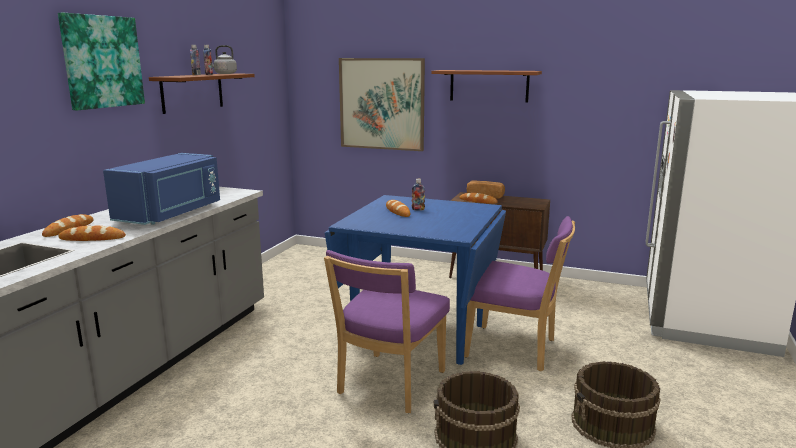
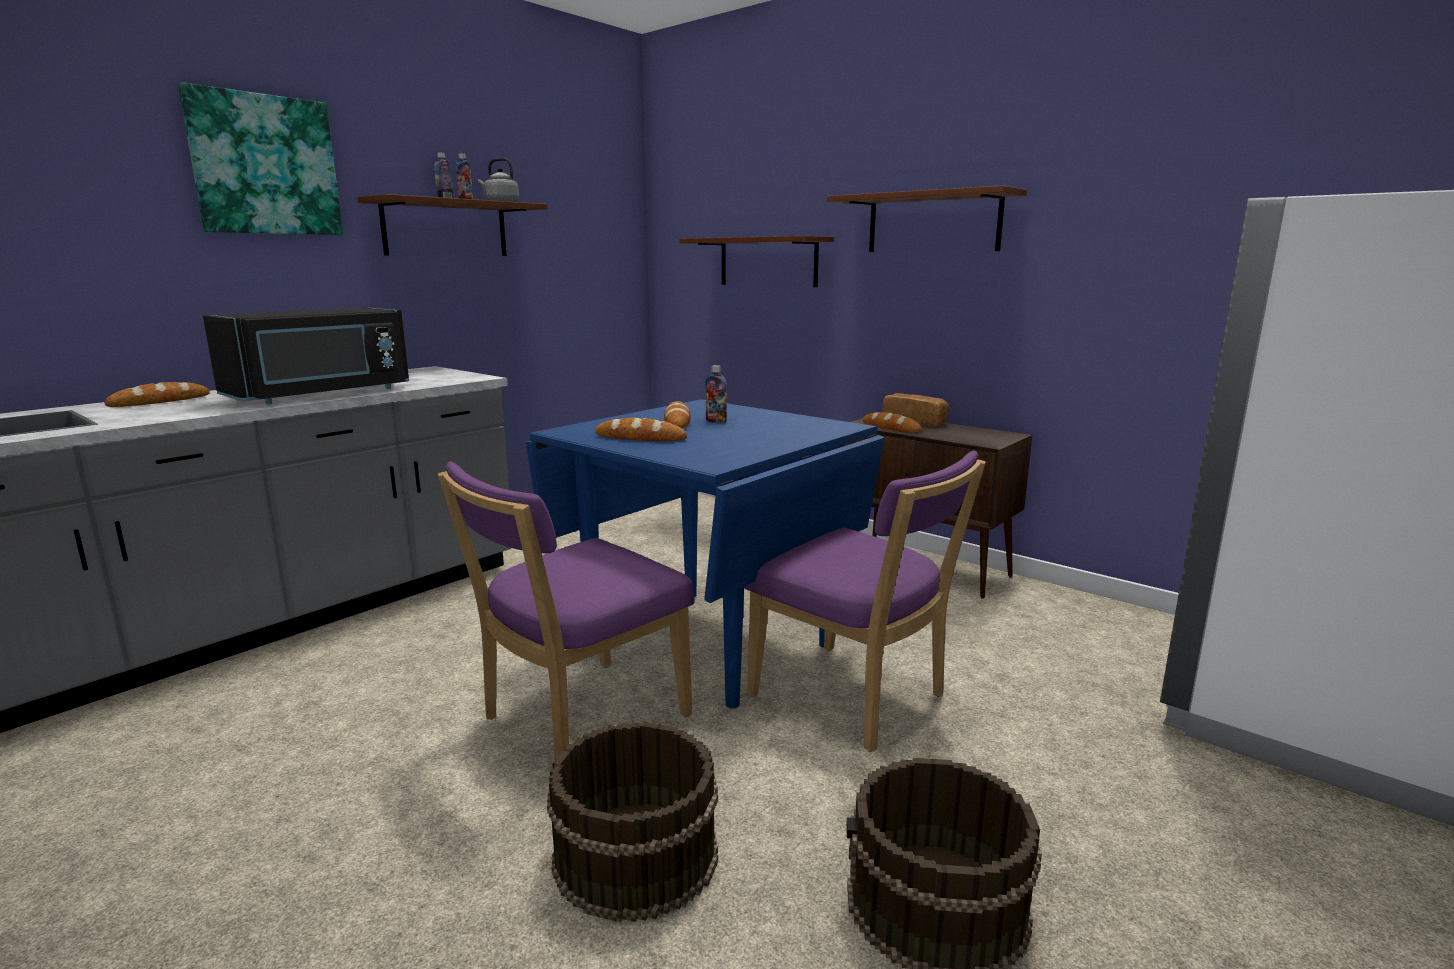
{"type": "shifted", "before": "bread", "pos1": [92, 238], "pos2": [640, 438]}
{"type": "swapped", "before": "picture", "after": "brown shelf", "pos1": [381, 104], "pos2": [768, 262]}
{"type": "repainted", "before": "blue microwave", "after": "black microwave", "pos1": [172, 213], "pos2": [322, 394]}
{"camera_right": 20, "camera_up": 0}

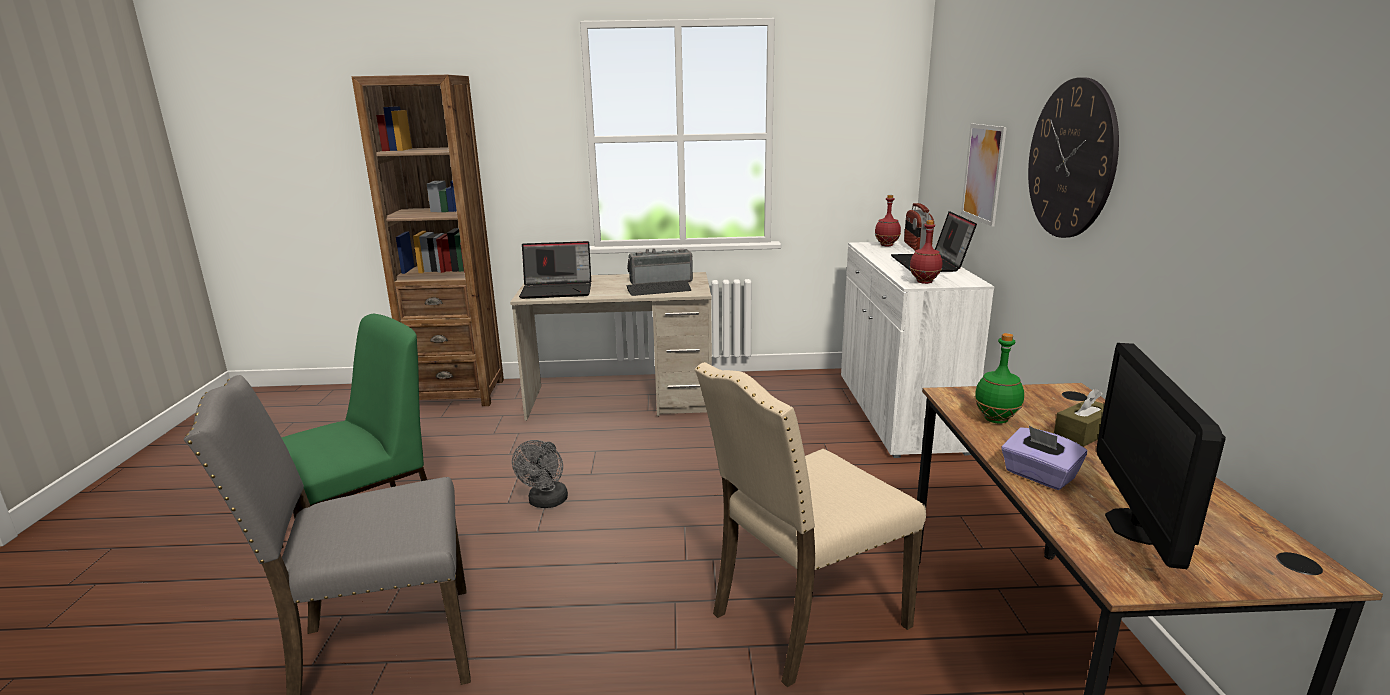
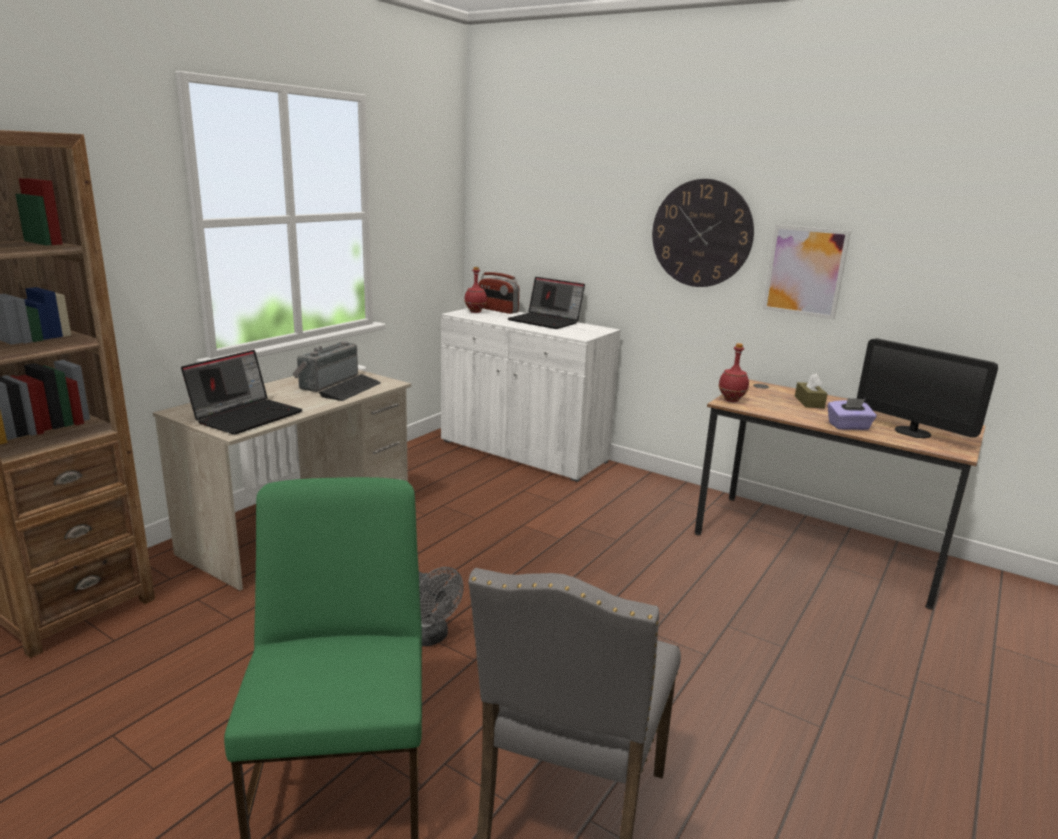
{"type": "gone", "before": "beige chair", "pos1": [804, 619]}
{"type": "gone", "before": "green bottle", "pos1": [996, 420]}
{"type": "shifted", "before": "red bottle", "pos1": [924, 282], "pos2": [731, 400]}
{"type": "shifted", "before": "picture", "pos1": [983, 173], "pos2": [805, 271]}
{"camera_right": -55, "camera_up": 0}

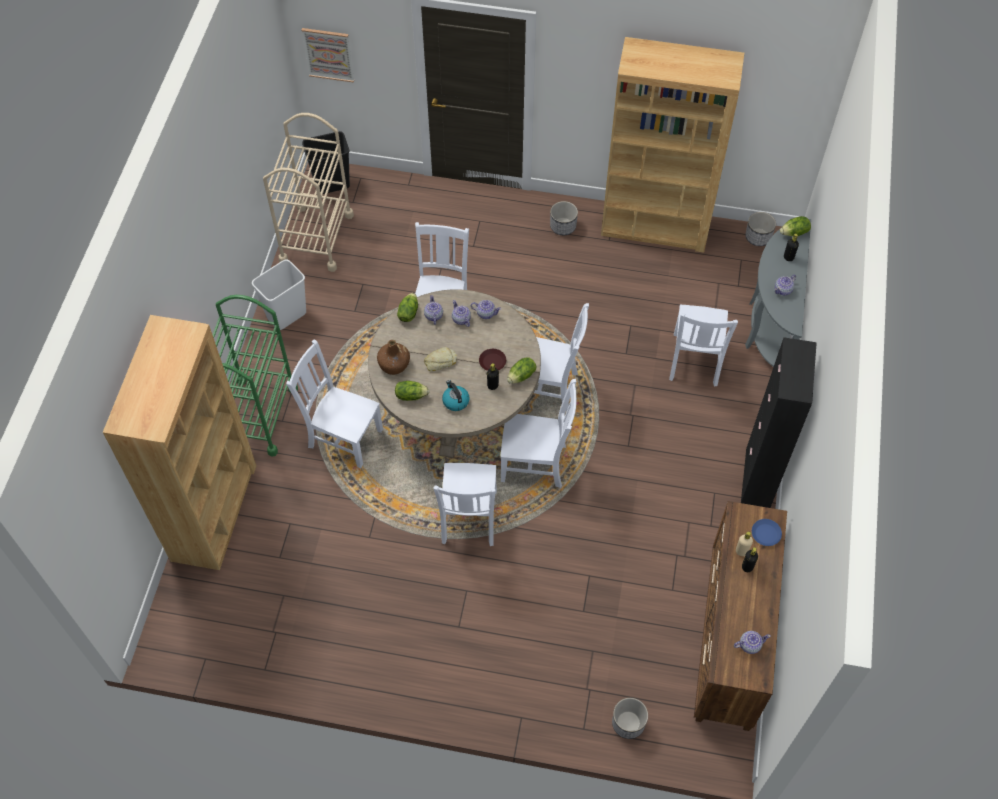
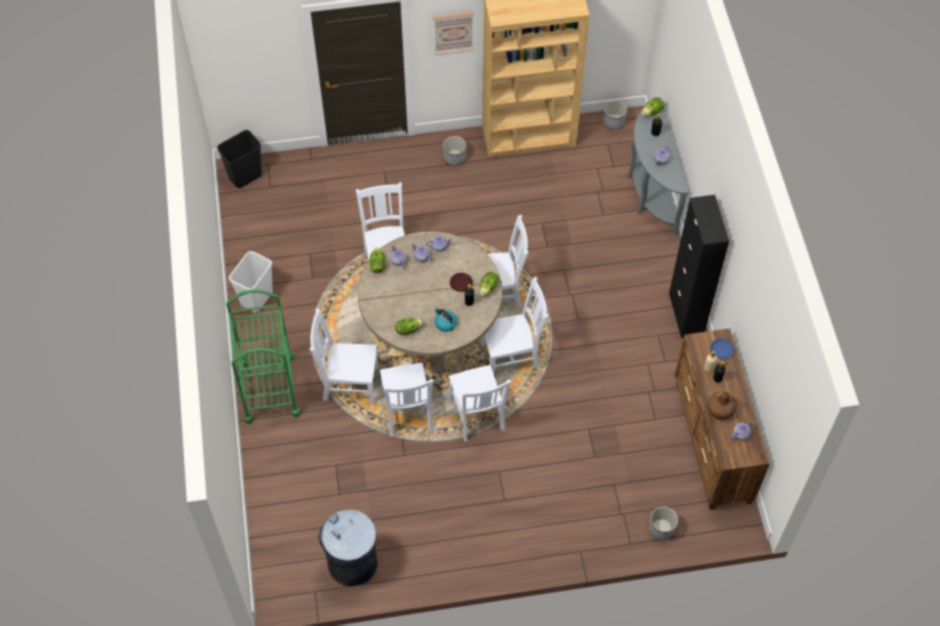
{"type": "gone", "before": "brown bookcase", "pos1": [214, 512]}
{"type": "gone", "before": "beige cart", "pos1": [316, 238]}
{"type": "gone", "before": "bread", "pos1": [440, 361]}
{"type": "new", "after": "grey trash can", "pos2": [352, 564]}
{"type": "shifted", "before": "picture", "pos1": [328, 54], "pos2": [453, 32]}
{"type": "shifted", "before": "brown bottle", "pos1": [394, 364], "pos2": [720, 410]}
{"type": "shifted", "before": "white chair", "pos1": [694, 361], "pos2": [407, 412]}
{"camera_right": -20, "camera_up": 0}

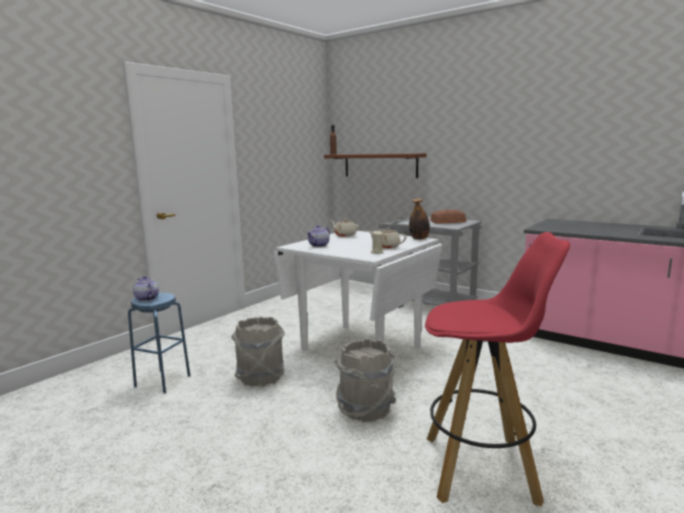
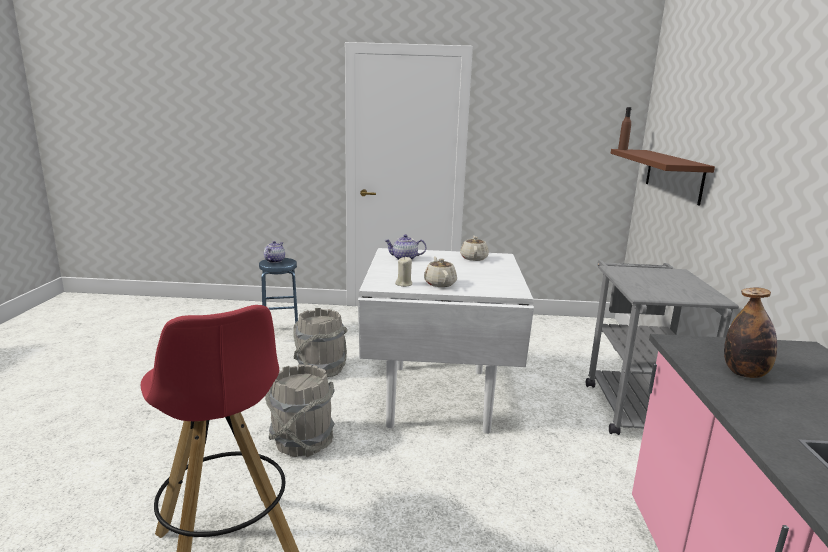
{"type": "gone", "before": "bread", "pos1": [447, 222]}
{"type": "shifted", "before": "bottle", "pos1": [419, 239], "pos2": [744, 373]}
{"camera_right": 55, "camera_up": 5}

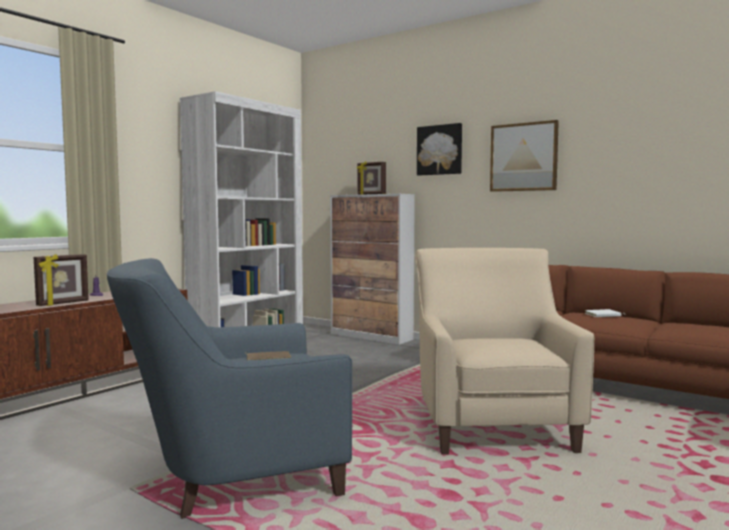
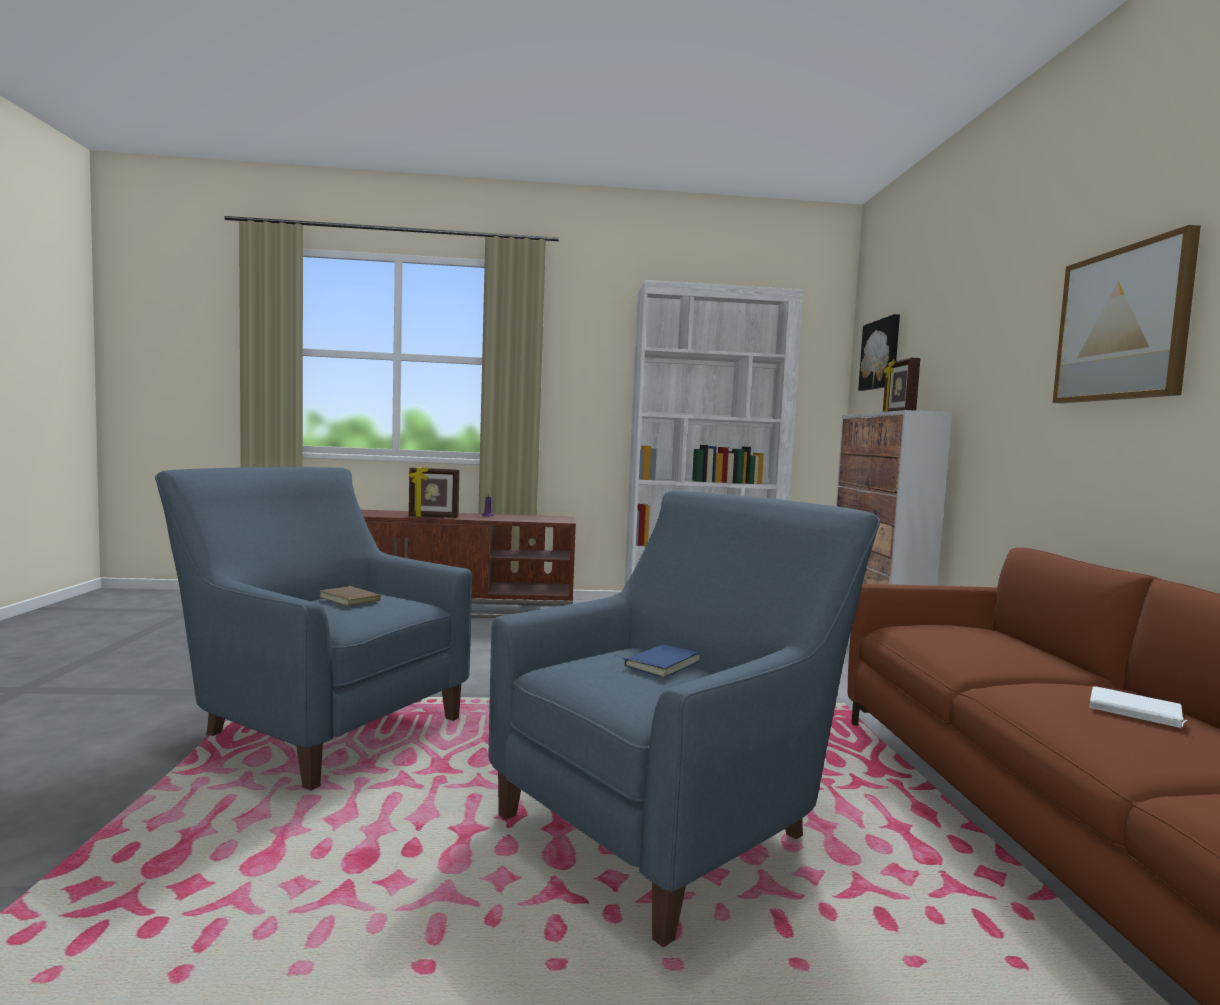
{"type": "new", "after": "blue book", "pos2": [660, 664]}
{"type": "shifted", "before": "picture", "pos1": [440, 150], "pos2": [881, 354]}
{"type": "repainted", "before": "beige armchair", "after": "blue armchair", "pos1": [491, 423], "pos2": [678, 821]}
{"camera_right": 50, "camera_up": 0}

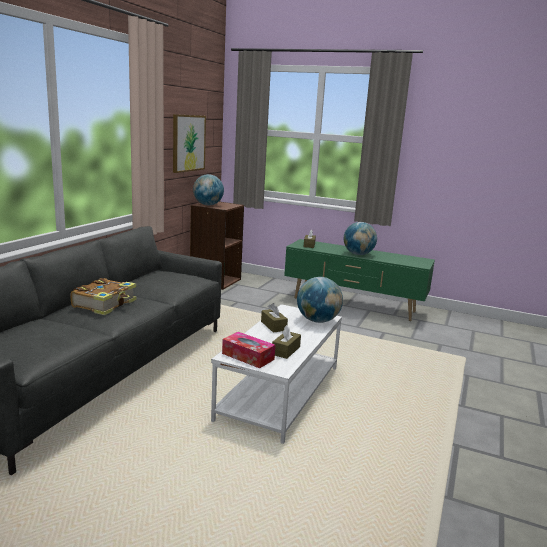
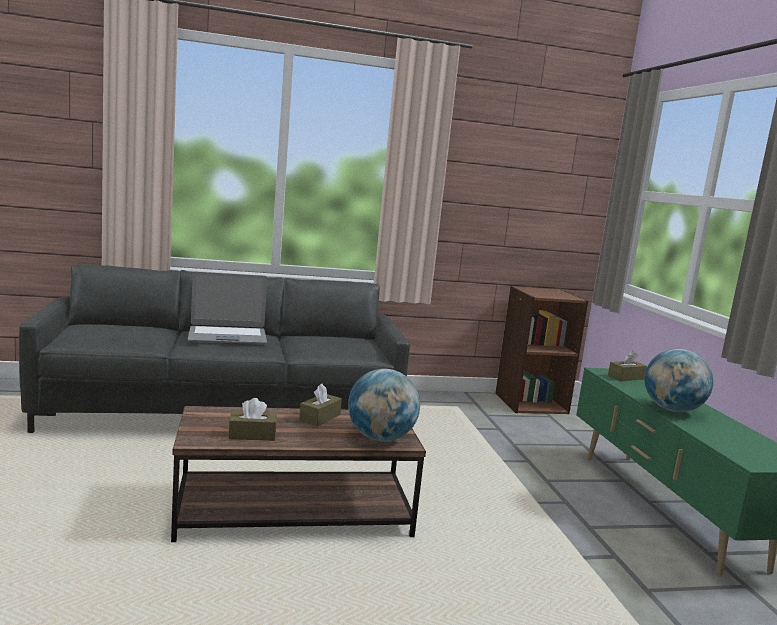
{"type": "gone", "before": "picture", "pos1": [188, 143]}
{"type": "gone", "before": "globe", "pos1": [208, 205]}
{"type": "gone", "before": "tissue box", "pos1": [248, 356]}
{"type": "swapped", "before": "book", "after": "laptop", "pos1": [105, 304], "pos2": [227, 336]}
{"type": "repainted", "before": "white coffee table", "after": "brown coffee table", "pos1": [279, 392], "pos2": [295, 512]}
{"camera_right": 55, "camera_up": -5}

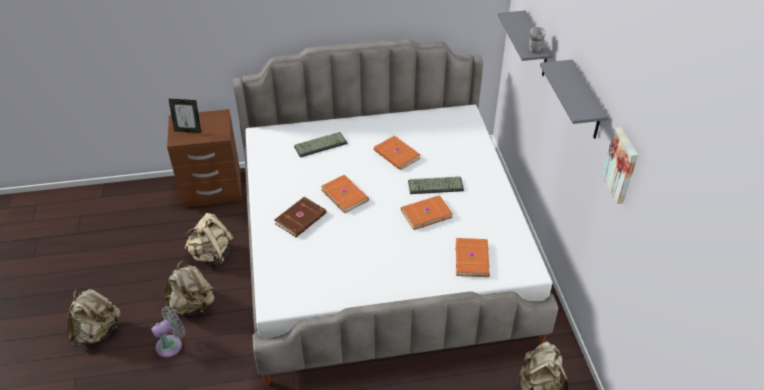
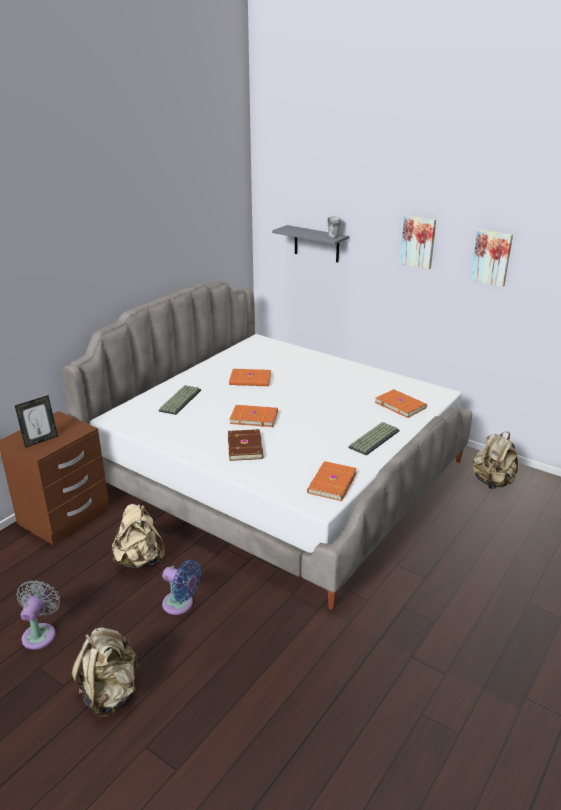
{"type": "shifted", "before": "grey fan", "pos1": [172, 344], "pos2": [40, 633]}
{"type": "shifted", "before": "orange book", "pos1": [425, 213], "pos2": [331, 483]}
{"type": "shifted", "before": "keyboard", "pos1": [436, 185], "pos2": [373, 438]}
{"type": "swapped", "before": "beige backpack", "after": "blue fan", "pos1": [193, 306], "pos2": [180, 604]}
{"type": "swapped", "before": "grey shelf", "after": "picture", "pos1": [586, 102], "pos2": [418, 241]}
{"camera_right": -45, "camera_up": -15}

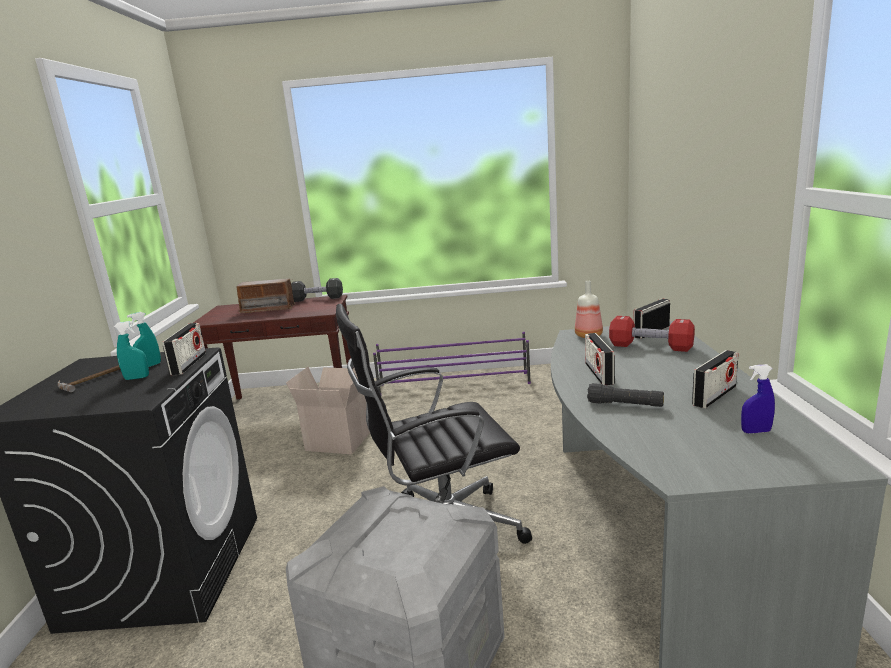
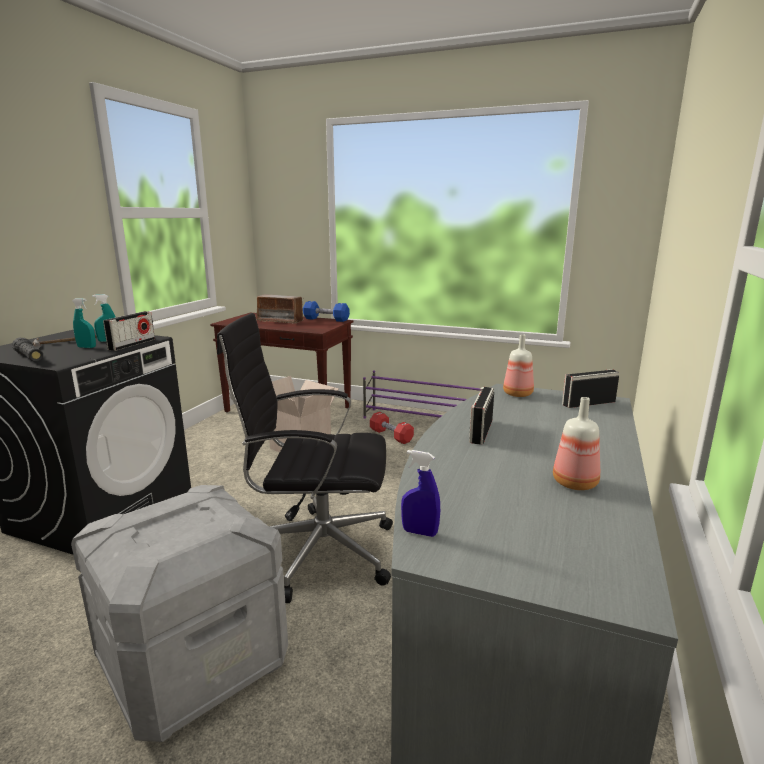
{"type": "shifted", "before": "black flashlight", "pos1": [625, 404], "pos2": [30, 357]}
{"type": "shifted", "before": "red dumbbell", "pos1": [650, 346], "pos2": [391, 436]}
{"type": "shifted", "before": "blue spray bottle", "pos1": [756, 431], "pos2": [419, 532]}
{"type": "swapped", "before": "radio", "after": "bottle", "pos1": [714, 396], "pos2": [575, 482]}
{"type": "repainted", "before": "black dumbbell", "after": "blue dumbbell", "pos1": [317, 299], "pos2": [326, 319]}
{"camera_right": 20, "camera_up": 0}

